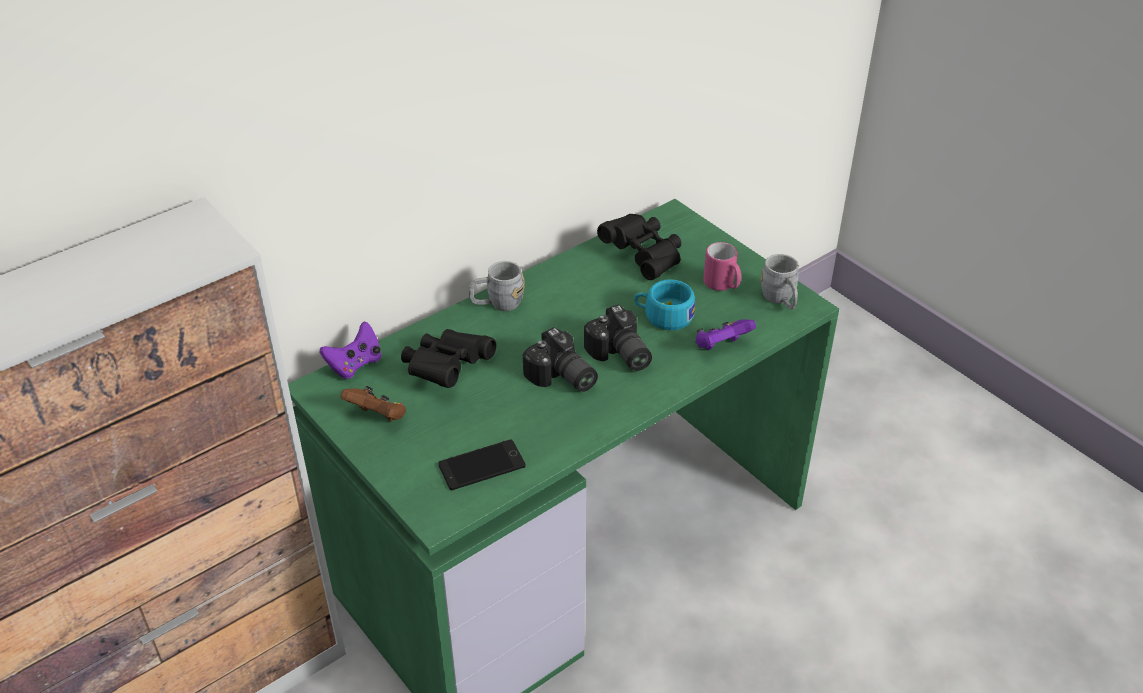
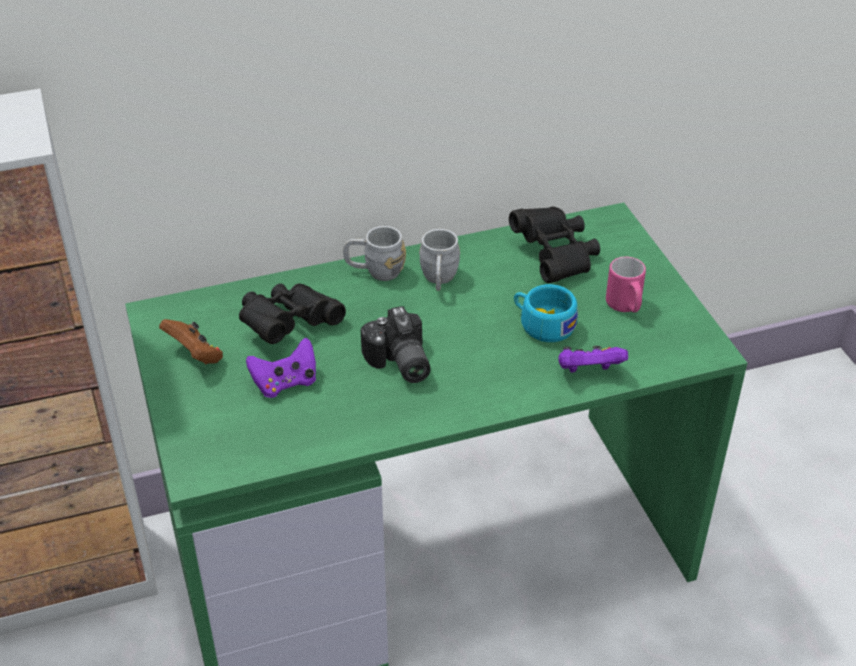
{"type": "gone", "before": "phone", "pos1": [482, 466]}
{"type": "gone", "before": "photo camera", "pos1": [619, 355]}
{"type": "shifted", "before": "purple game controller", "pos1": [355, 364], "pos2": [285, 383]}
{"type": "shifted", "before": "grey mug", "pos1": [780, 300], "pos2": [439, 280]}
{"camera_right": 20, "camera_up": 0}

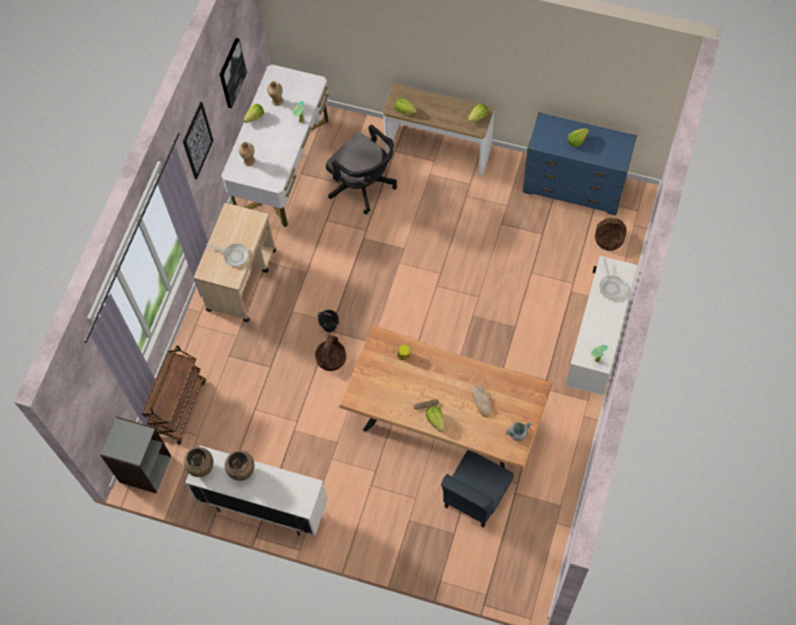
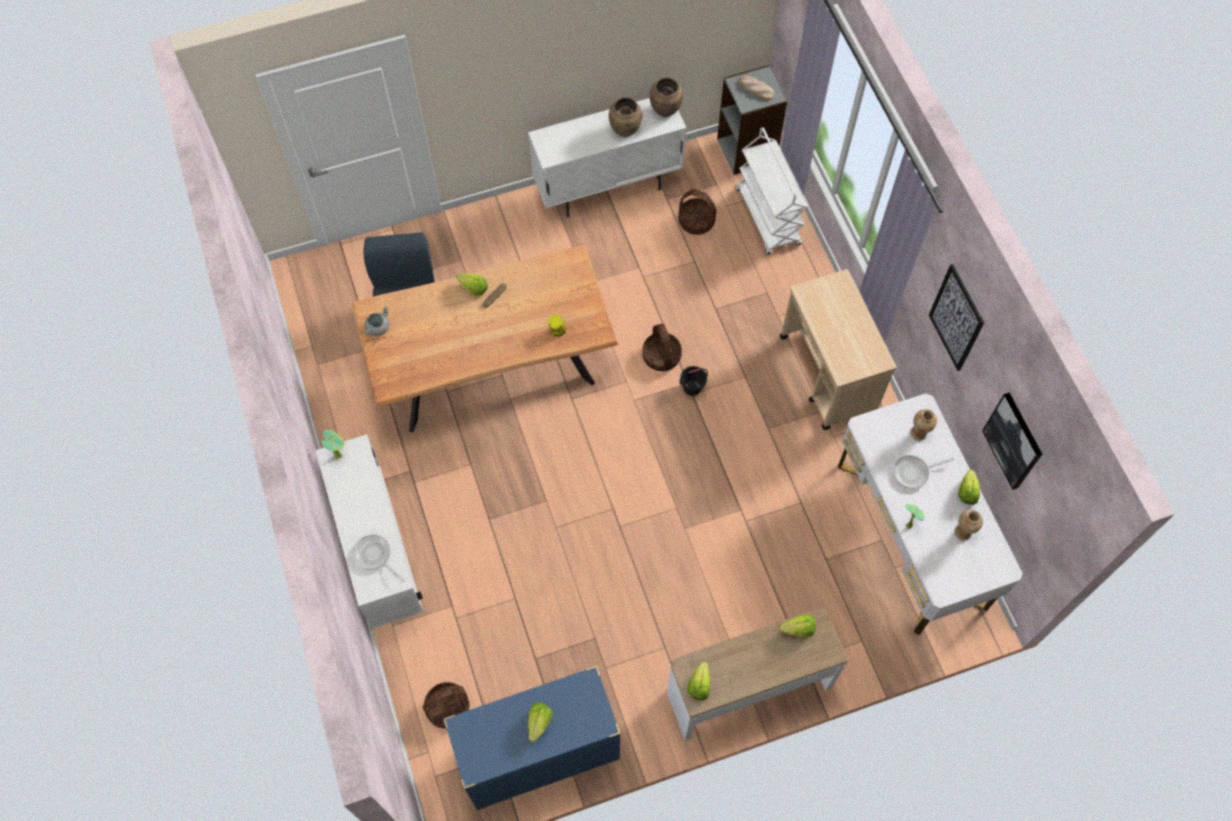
{"type": "gone", "before": "black office chair", "pos1": [364, 186]}
{"type": "new", "after": "basket", "pos2": [696, 221]}
{"type": "shifted", "before": "frying pan", "pos1": [233, 255], "pos2": [914, 472]}
{"type": "shifted", "before": "bread", "pos1": [481, 401], "pos2": [756, 89]}
{"type": "repainted", "before": "brown cart", "after": "white cart", "pos1": [179, 407], "pos2": [768, 217]}
{"camera_right": 140, "camera_up": 0}

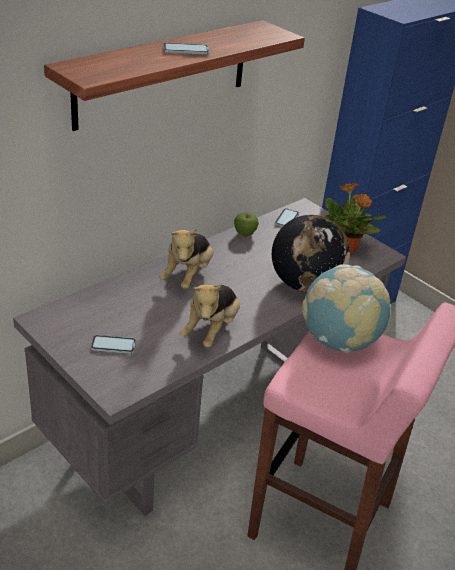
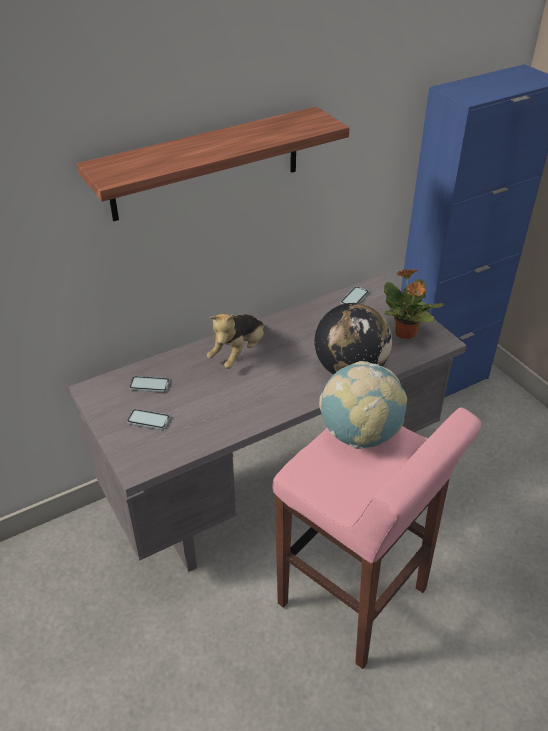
{"type": "gone", "before": "plush toy", "pos1": [211, 330]}
{"type": "gone", "before": "apple", "pos1": [244, 234]}
{"type": "shifted", "before": "phone", "pos1": [186, 50], "pos2": [149, 385]}
{"camera_right": 15, "camera_up": 5}

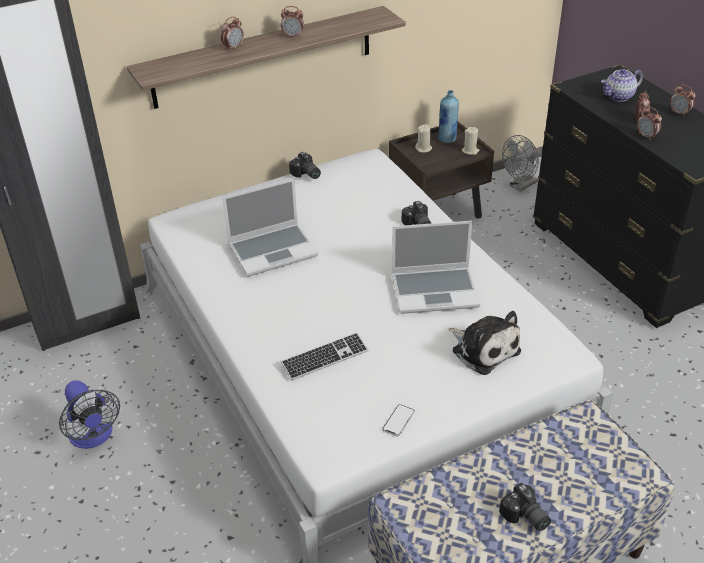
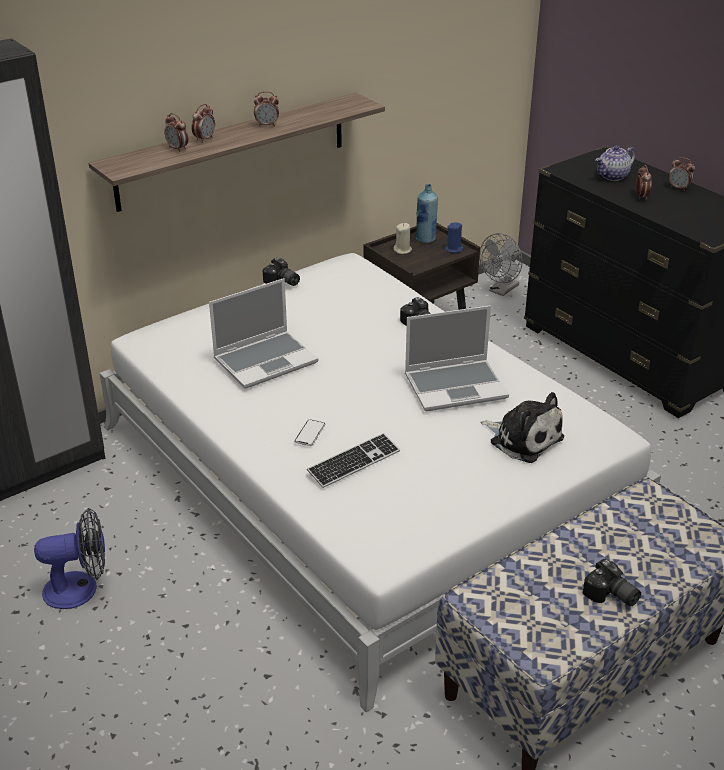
{"type": "shifted", "before": "phone", "pos1": [398, 421], "pos2": [310, 433]}
{"type": "shifted", "before": "alarm clock", "pos1": [646, 136], "pos2": [178, 149]}
{"type": "repainted", "before": "beige candle", "after": "blue candle", "pos1": [470, 151], "pos2": [454, 249]}
{"type": "rotated", "before": "fan", "pos1": [93, 437], "pos2": [80, 588], "turn": -60}
{"camera_right": -10, "camera_up": -5}

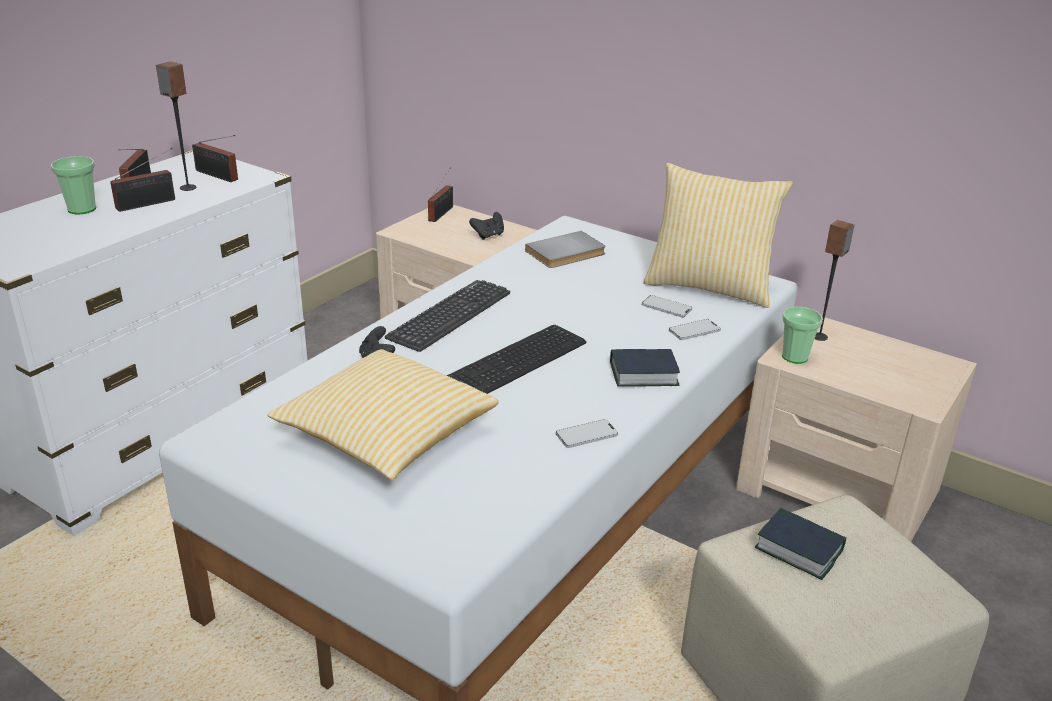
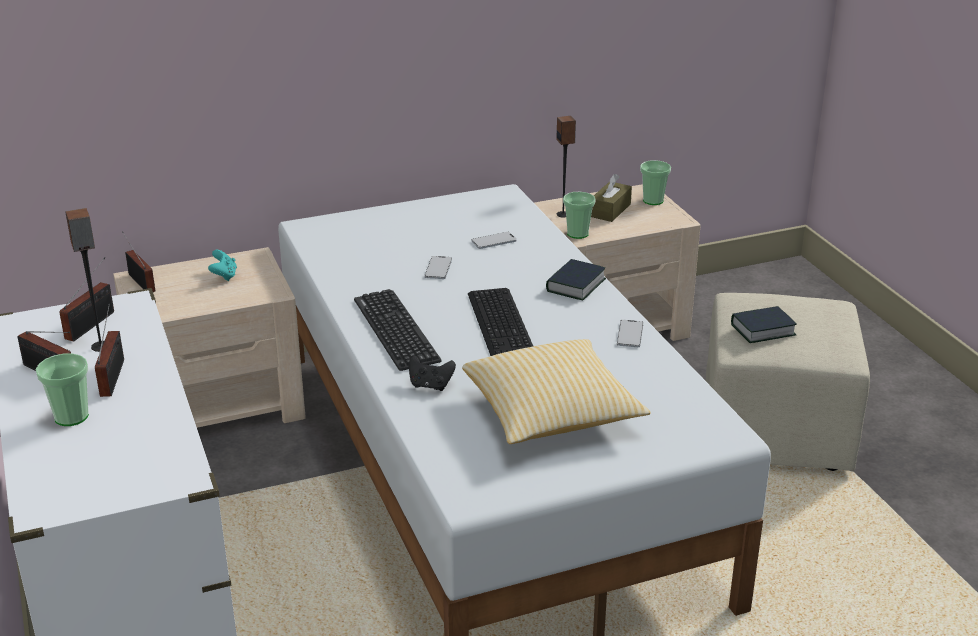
{"type": "gone", "before": "grey book", "pos1": [567, 253]}
{"type": "gone", "before": "pillow", "pos1": [709, 286]}
{"type": "new", "after": "brown tissue box", "pos2": [610, 210]}
{"type": "new", "after": "cup", "pos2": [653, 200]}
{"type": "shifted", "before": "phone", "pos1": [694, 330], "pos2": [438, 268]}
{"type": "repainted", "before": "black game controller", "after": "turquoise game controller", "pos1": [488, 235], "pos2": [224, 276]}
{"type": "rotated", "before": "radio", "pos1": [218, 176], "pos2": [93, 324], "turn": -45}
{"camera_right": -55, "camera_up": 0}

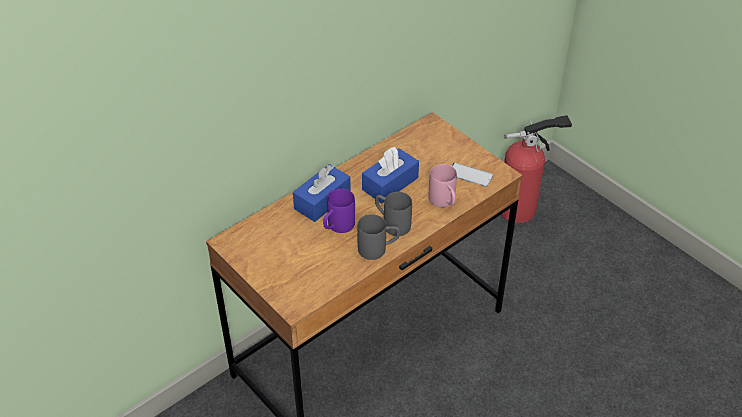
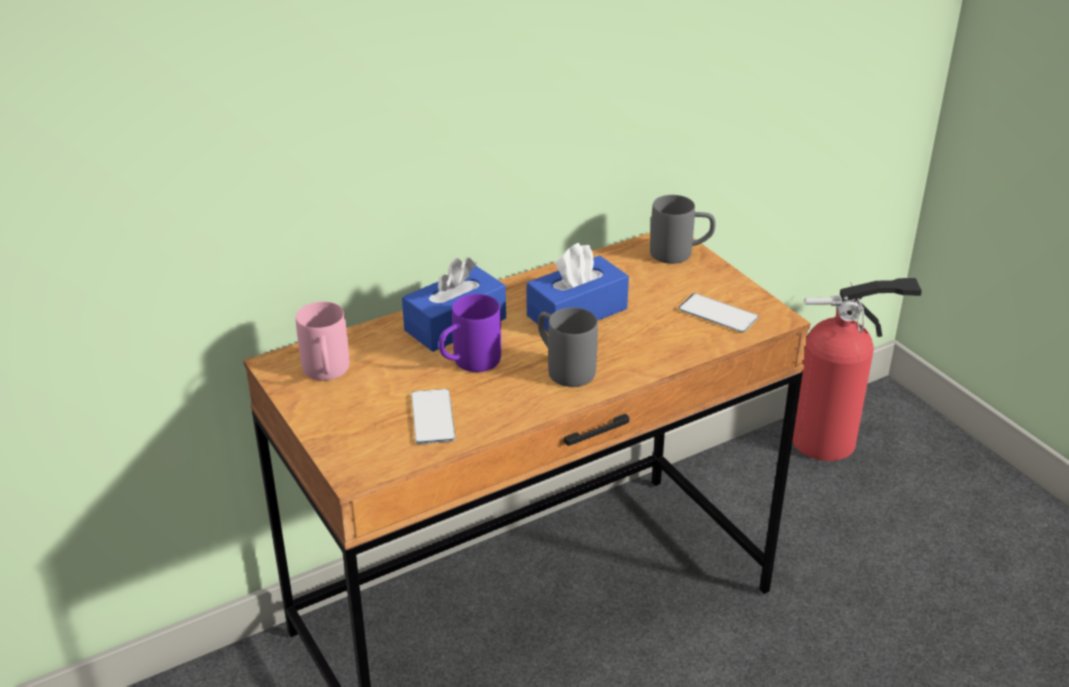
{"type": "new", "after": "phone", "pos2": [432, 417]}
{"type": "shifted", "before": "grey mug", "pos1": [378, 249], "pos2": [680, 254]}
{"type": "shifted", "before": "pink mug", "pos1": [444, 202], "pos2": [326, 374]}
{"camera_right": 10, "camera_up": -10}

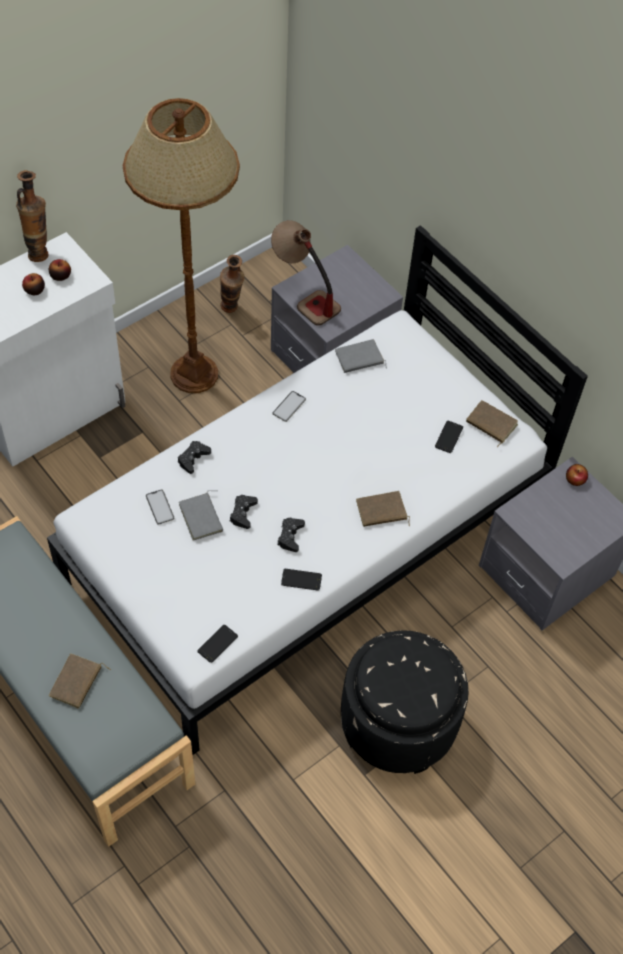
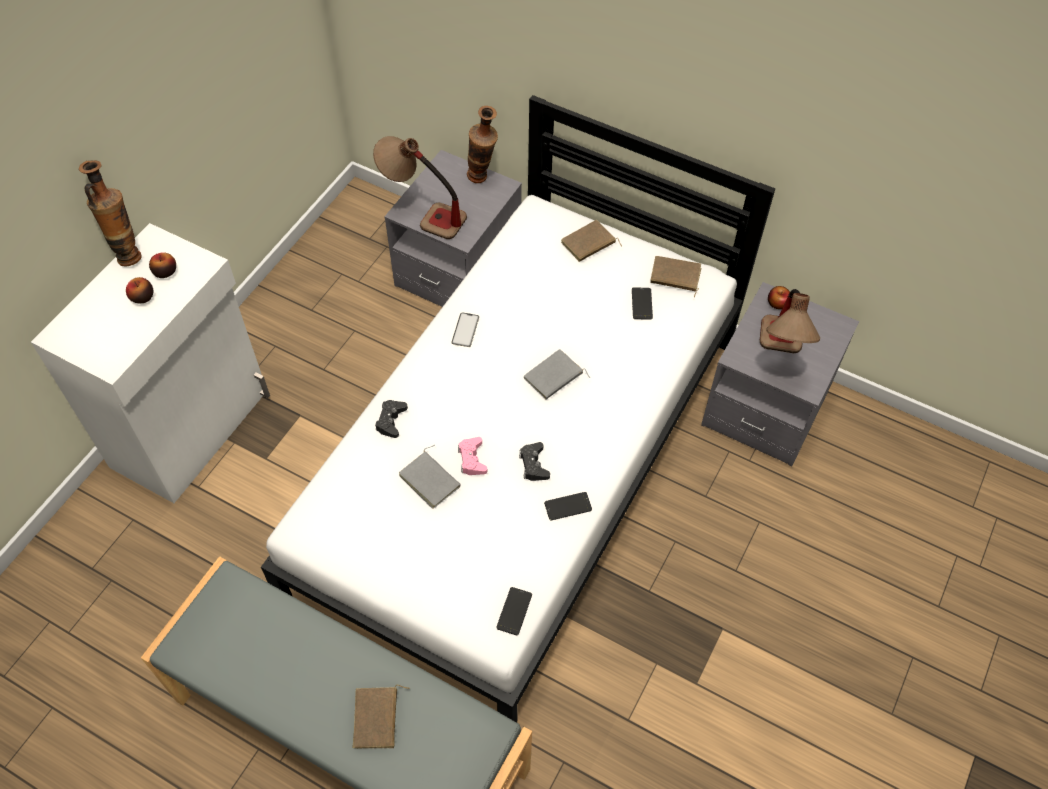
{"type": "gone", "before": "brown floor lamp", "pos1": [194, 374]}
{"type": "gone", "before": "phone", "pos1": [160, 507]}
{"type": "gone", "before": "black ottoman", "pos1": [398, 722]}
{"type": "new", "after": "table lamp", "pos2": [780, 355]}
{"type": "shifted", "before": "vase", "pos1": [231, 311], "pos2": [482, 180]}
{"type": "shifted", "before": "grey book", "pos1": [359, 359], "pos2": [554, 377]}
{"type": "shifted", "before": "brown book", "pos1": [381, 512], "pos2": [589, 244]}
{"type": "repainted", "before": "black game controller", "after": "pink game controller", "pos1": [243, 513], "pos2": [472, 459]}
{"camera_right": -20, "camera_up": 0}

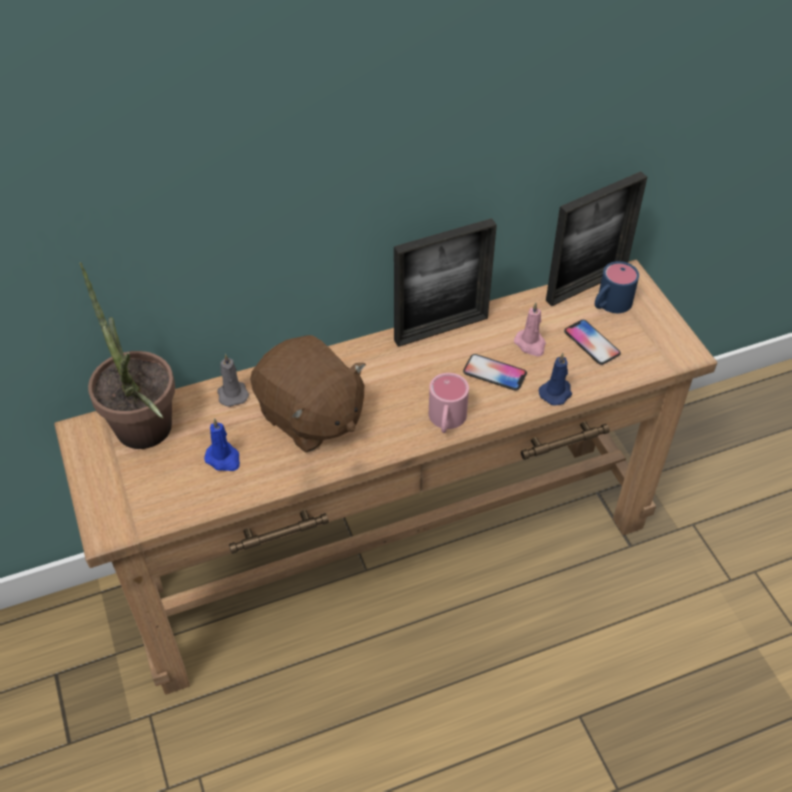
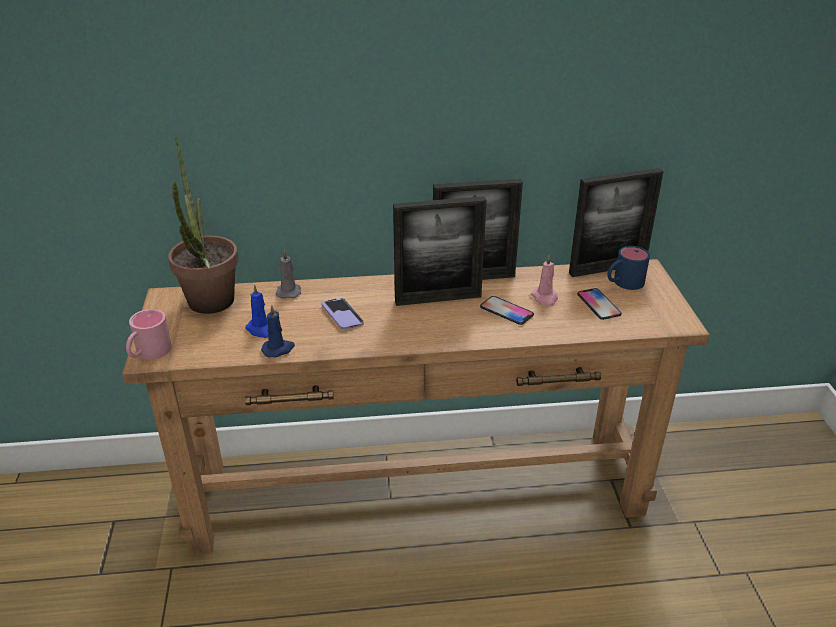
{"type": "new", "after": "picture frame", "pos2": [438, 299]}
{"type": "shifted", "before": "pink mug", "pos1": [446, 421], "pos2": [148, 353]}
{"type": "shifted", "before": "blue candle", "pos1": [556, 392], "pos2": [278, 349]}
{"type": "swapped", "before": "brown plush toy", "after": "phone", "pos1": [310, 417], "pos2": [342, 315]}
{"camera_right": 15, "camera_up": -15}

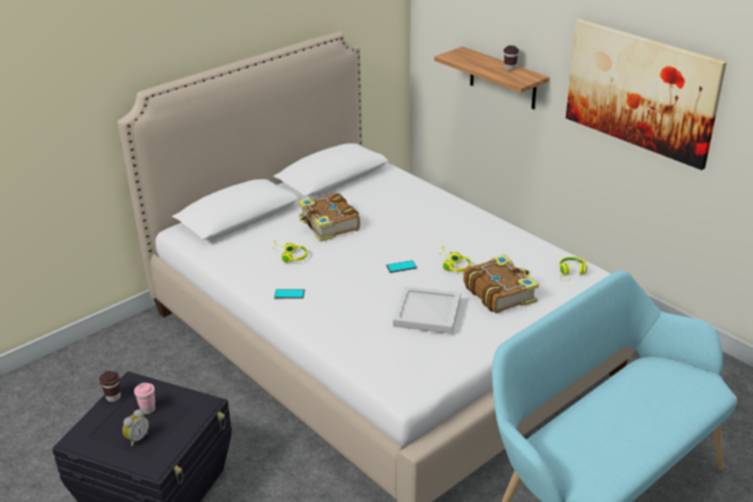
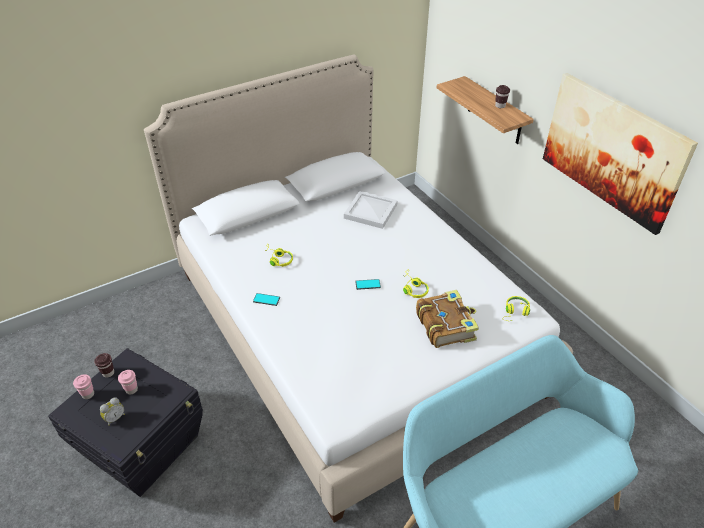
{"type": "gone", "before": "book", "pos1": [328, 225]}
{"type": "new", "after": "pink cup", "pos2": [88, 394]}
{"type": "shifted", "before": "white tray", "pos1": [428, 312], "pos2": [371, 211]}
{"camera_right": 10, "camera_up": 10}

